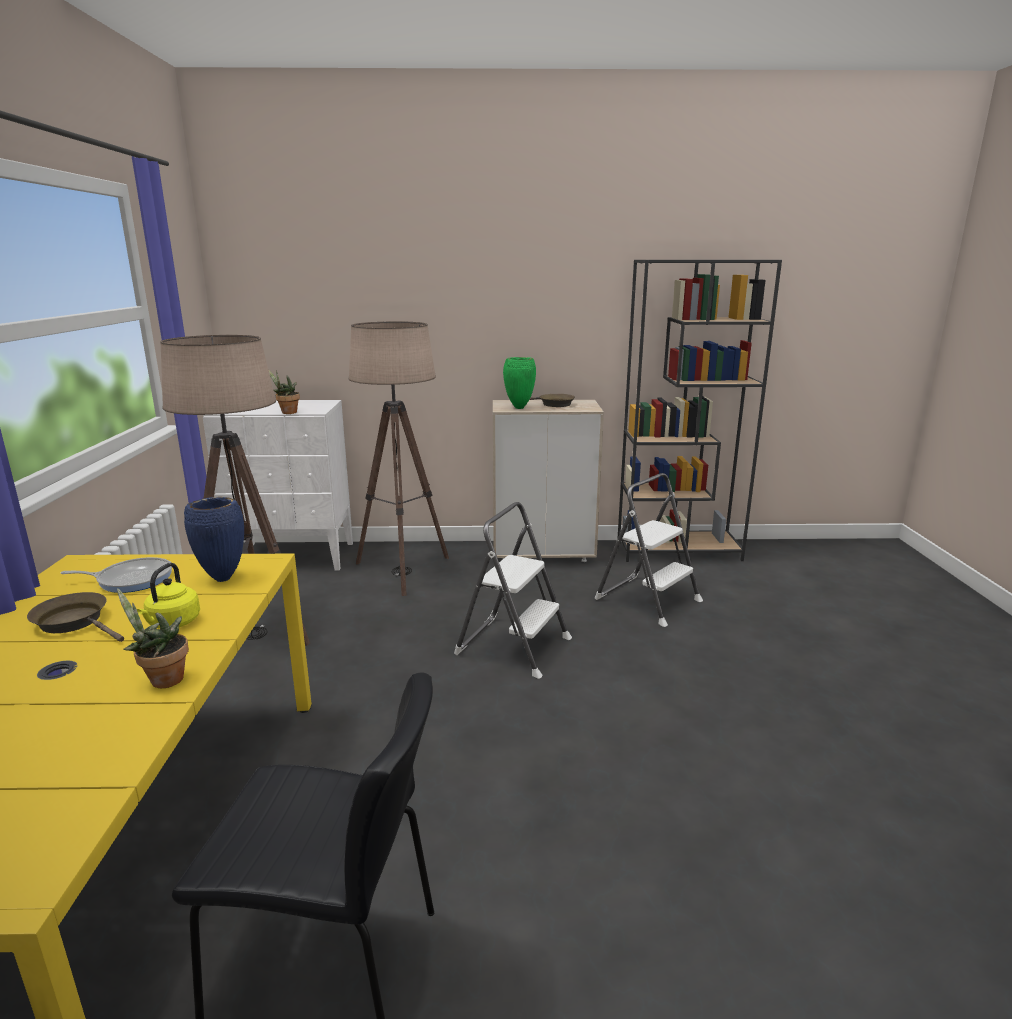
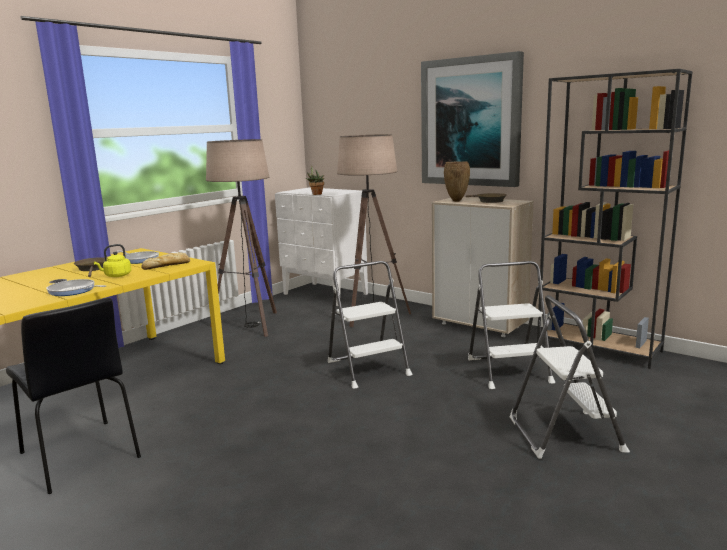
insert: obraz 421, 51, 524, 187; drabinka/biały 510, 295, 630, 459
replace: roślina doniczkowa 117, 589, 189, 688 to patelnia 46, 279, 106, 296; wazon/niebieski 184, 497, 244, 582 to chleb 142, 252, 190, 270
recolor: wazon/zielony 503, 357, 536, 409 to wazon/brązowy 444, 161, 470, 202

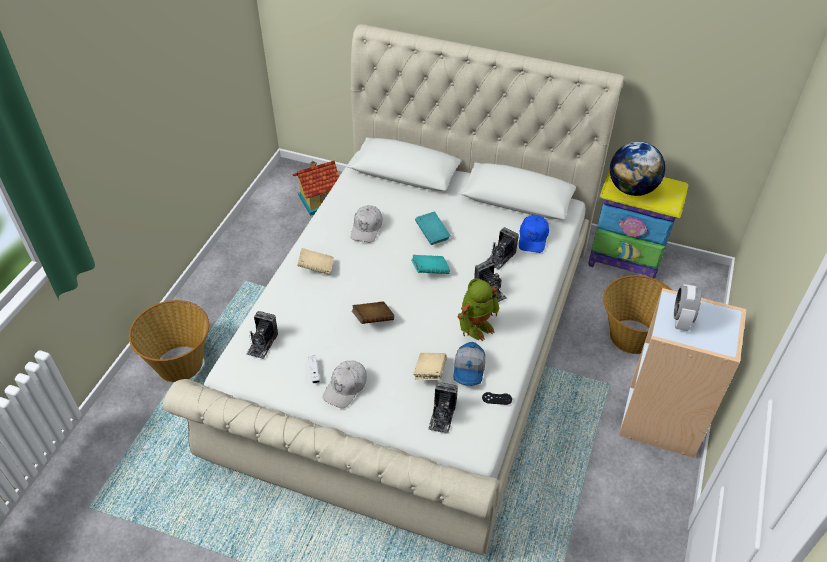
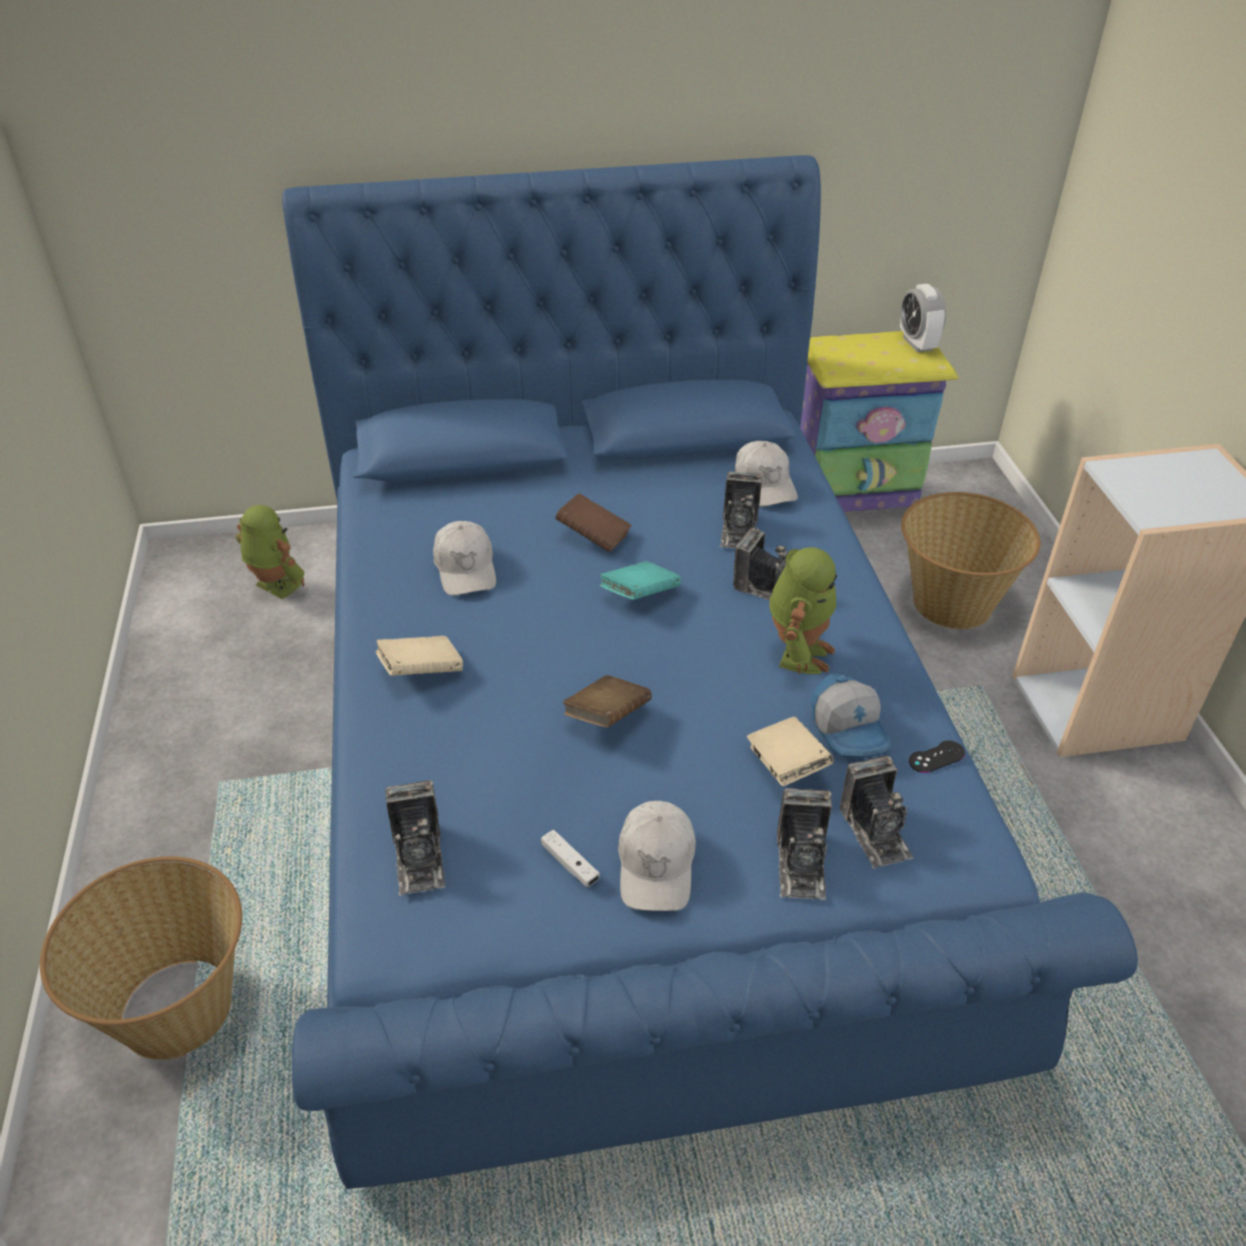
delete: globus 610, 142, 665, 196
insert: aparat fotograficzny 777, 788, 832, 900
move: budzik 674, 284, 701, 331 to 900, 284, 946, 352
replace: domek 292, 160, 339, 216 to robot zabawkowy 236, 505, 304, 599
recolor: łóżko/beżowy 163, 24, 625, 556 to łóżko/niebieski 282, 155, 1138, 1189; książka/turkusowy 415, 212, 451, 245 to książka/brązowy 555, 493, 631, 552; czapka z daszkiem/niebieski 519, 215, 549, 253 to czapka z daszkiem/biały 735, 441, 798, 507

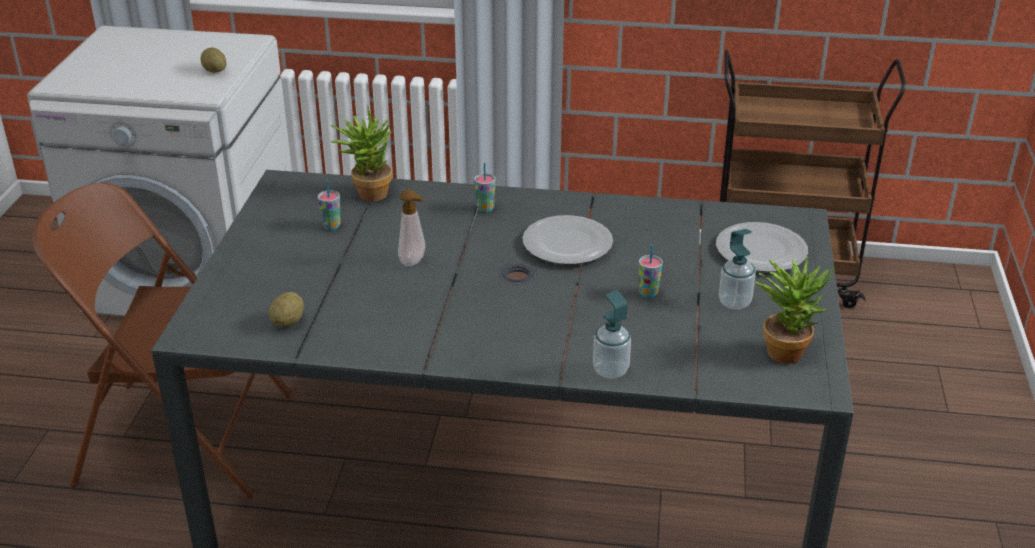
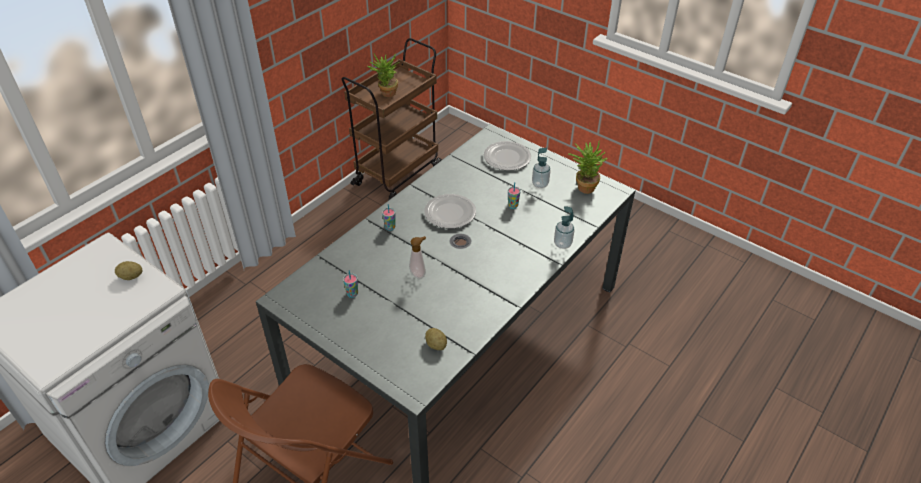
move: roślina doniczkowa 330, 106, 392, 202 to 367, 54, 400, 97

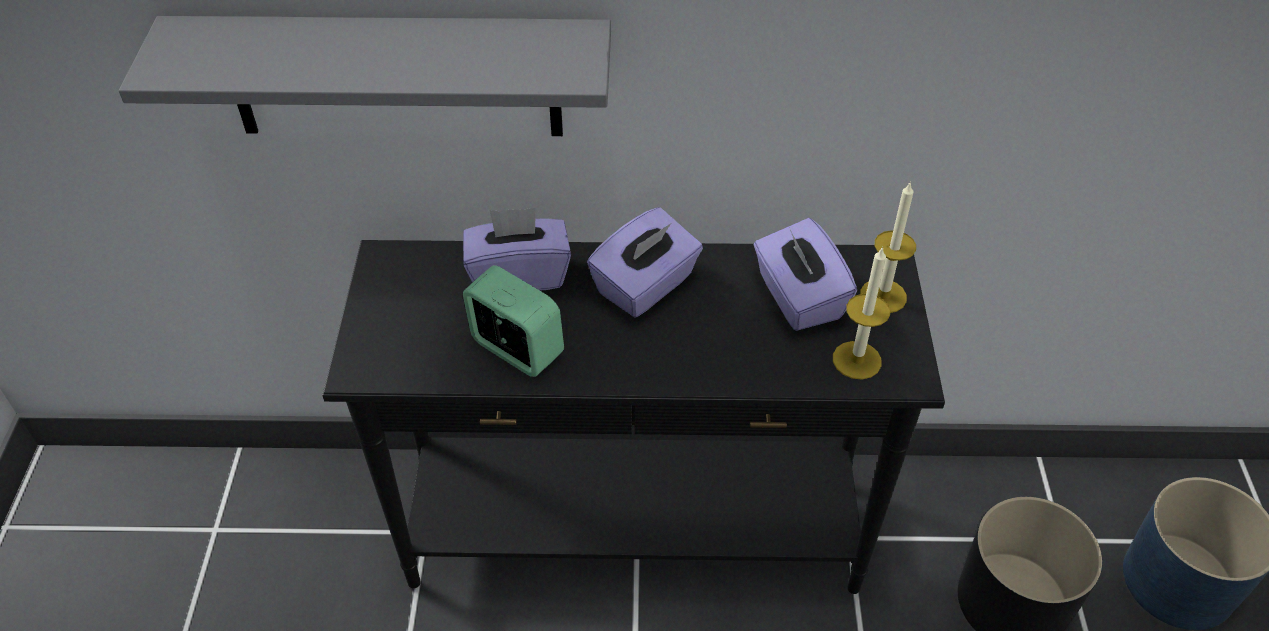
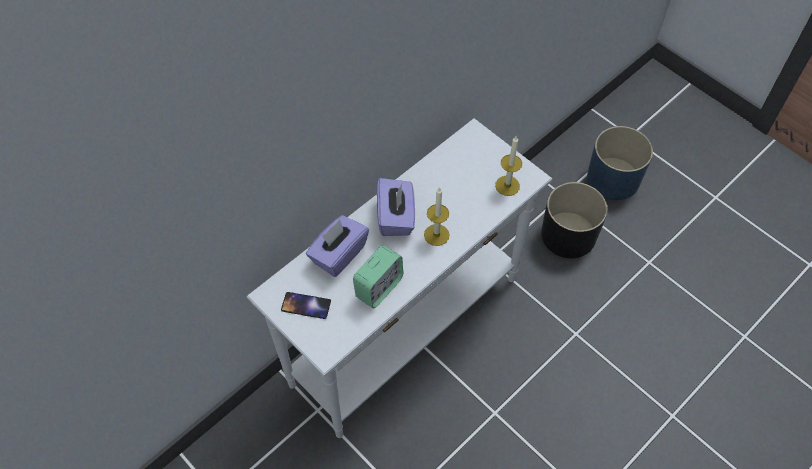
delete: półka/szary 119, 16, 611, 136; pudełko chusteczek/fioletowy 754, 218, 857, 331
insert: telefon 281, 292, 331, 319
move: świeca 860, 181, 916, 313 to 424, 187, 450, 246
recolor: stolik konsolowy/czarny 322, 240, 945, 594 to stolik konsolowy/biały 247, 118, 552, 438
rotate: budzik 463, 265, 564, 377 = 353, 245, 403, 308 135 degrees clockwise

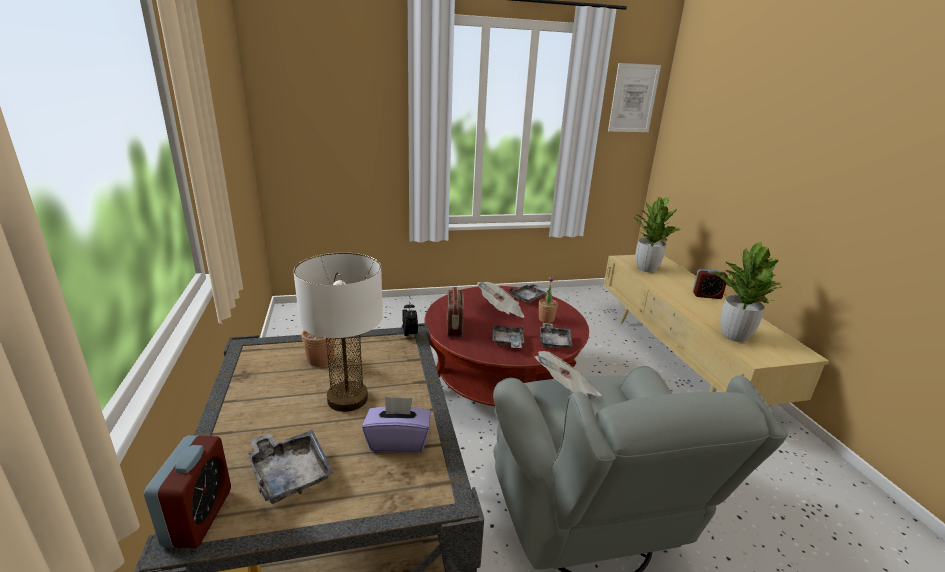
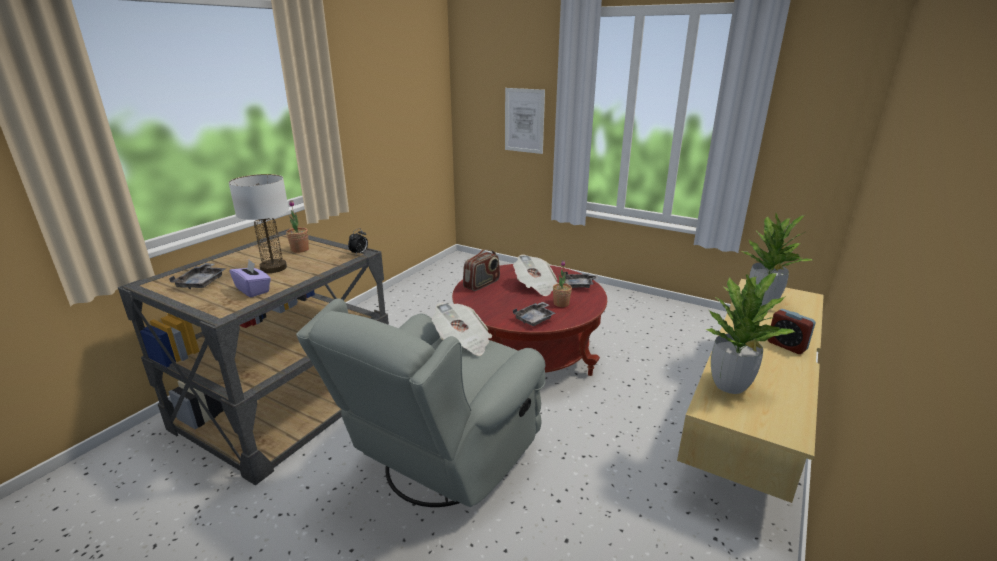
delete: budzik 144, 435, 231, 548; taca/szary 492, 325, 524, 348
move: obraz 608, 63, 661, 132 to 505, 88, 545, 154

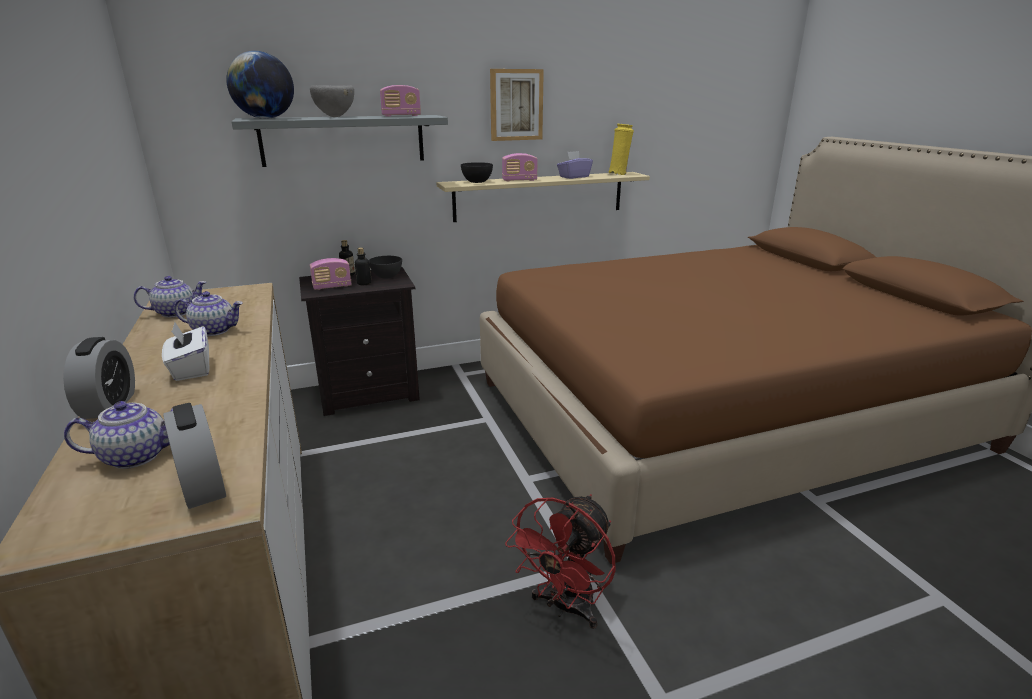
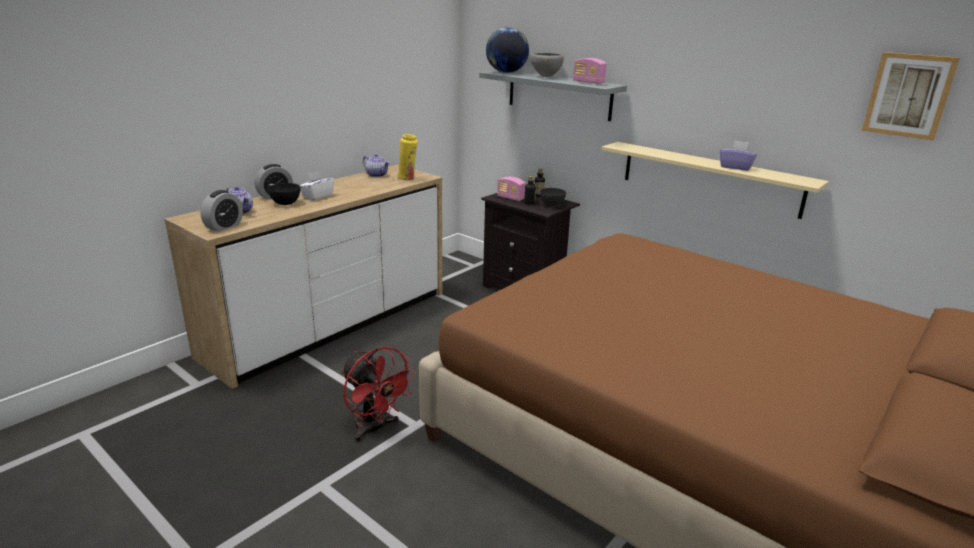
delete: imbryk 174, 291, 243, 336; radio 502, 153, 538, 181
move: miska/czarny 461, 162, 493, 183 to 268, 183, 300, 205; wazon/żółty 608, 124, 634, 175 to 397, 134, 418, 180; obraz 490, 69, 544, 141 to 862, 52, 960, 141
rotate: wentylator/czerwony 505, 494, 616, 629 = 341, 347, 416, 442 135 degrees counterclockwise

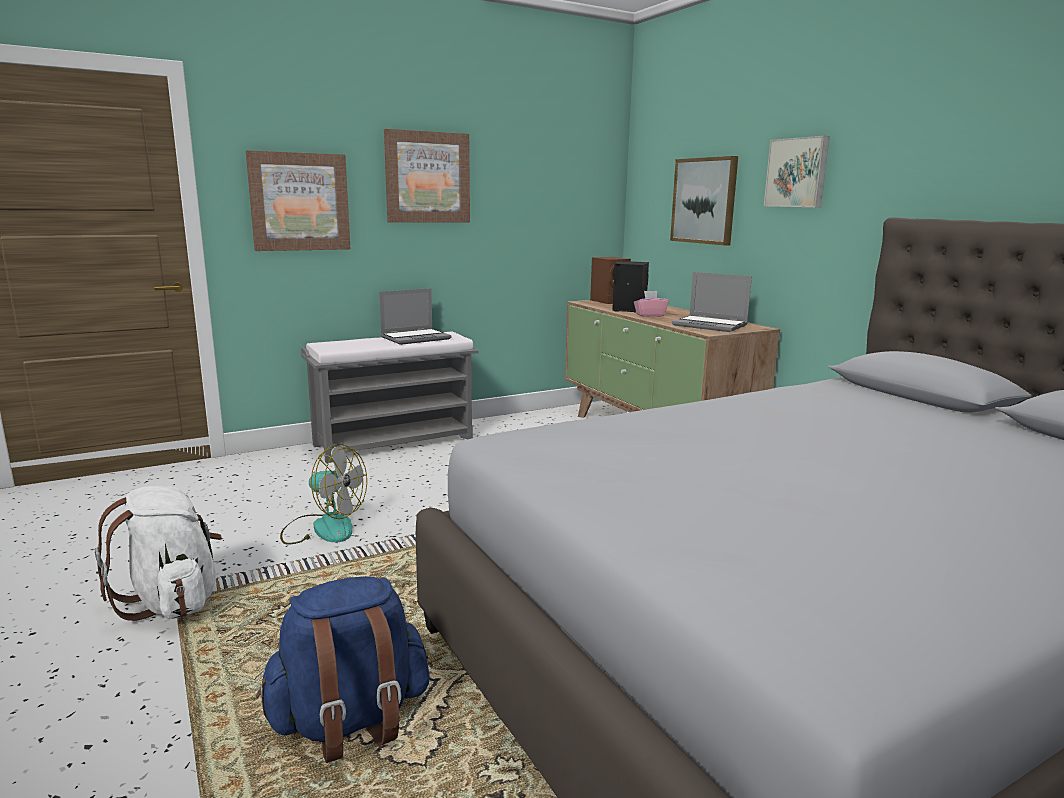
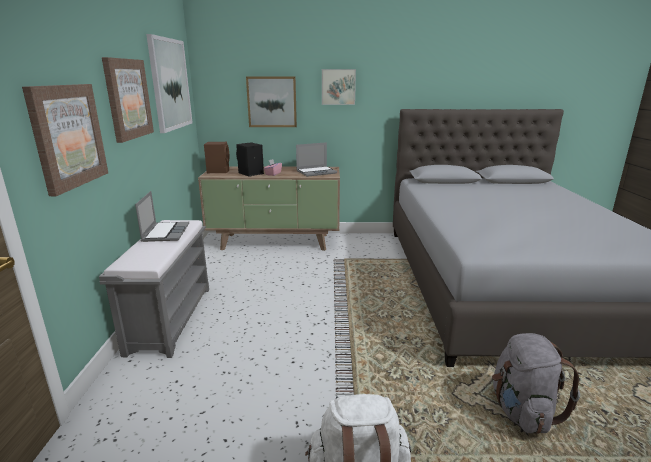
delete: wentylator 280, 444, 367, 545
insert: obraz 146, 34, 193, 133
recolor: plecak/niebieski 256, 576, 430, 763 to plecak/szary 492, 333, 580, 434

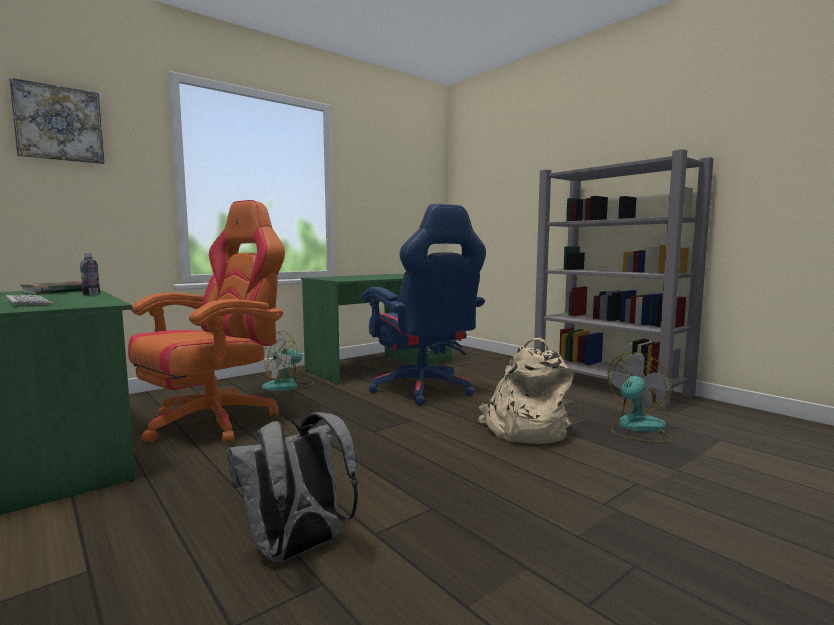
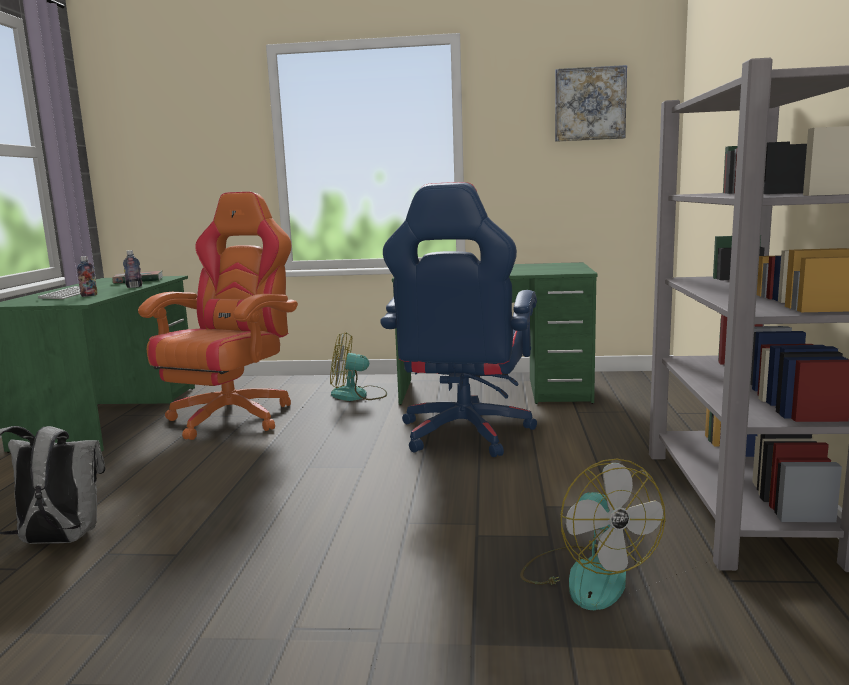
delete: plecak/beżowy 478, 338, 573, 444
insert: butelka 77, 256, 97, 297
move: obraz 9, 77, 104, 164 to 555, 65, 627, 142
rotate: krzesło biurowe/pomarańczowy 128, 200, 285, 443 = 138, 192, 298, 440 60 degrees counterclockwise; wentylator 608, 352, 675, 443 = 520, 459, 665, 610 75 degrees clockwise

